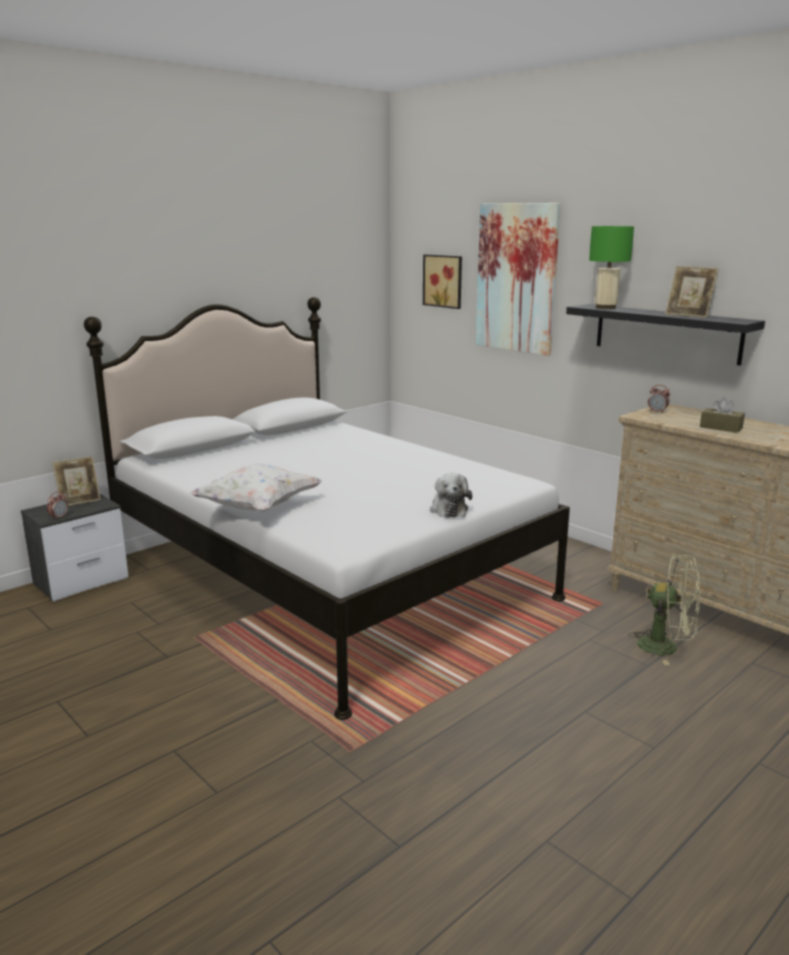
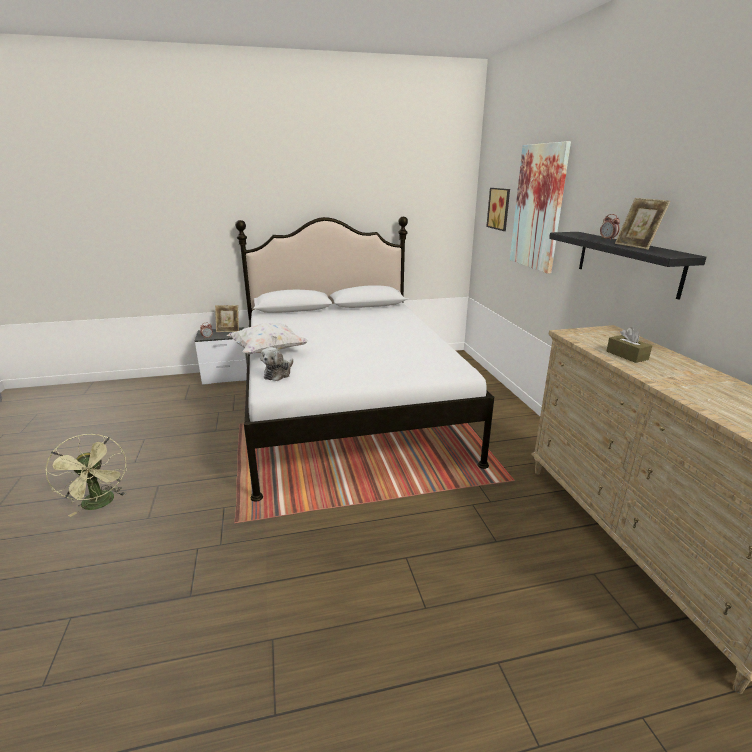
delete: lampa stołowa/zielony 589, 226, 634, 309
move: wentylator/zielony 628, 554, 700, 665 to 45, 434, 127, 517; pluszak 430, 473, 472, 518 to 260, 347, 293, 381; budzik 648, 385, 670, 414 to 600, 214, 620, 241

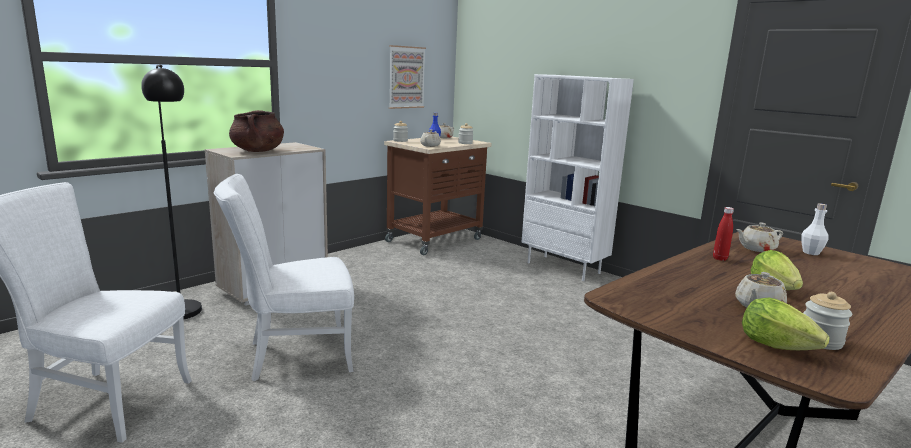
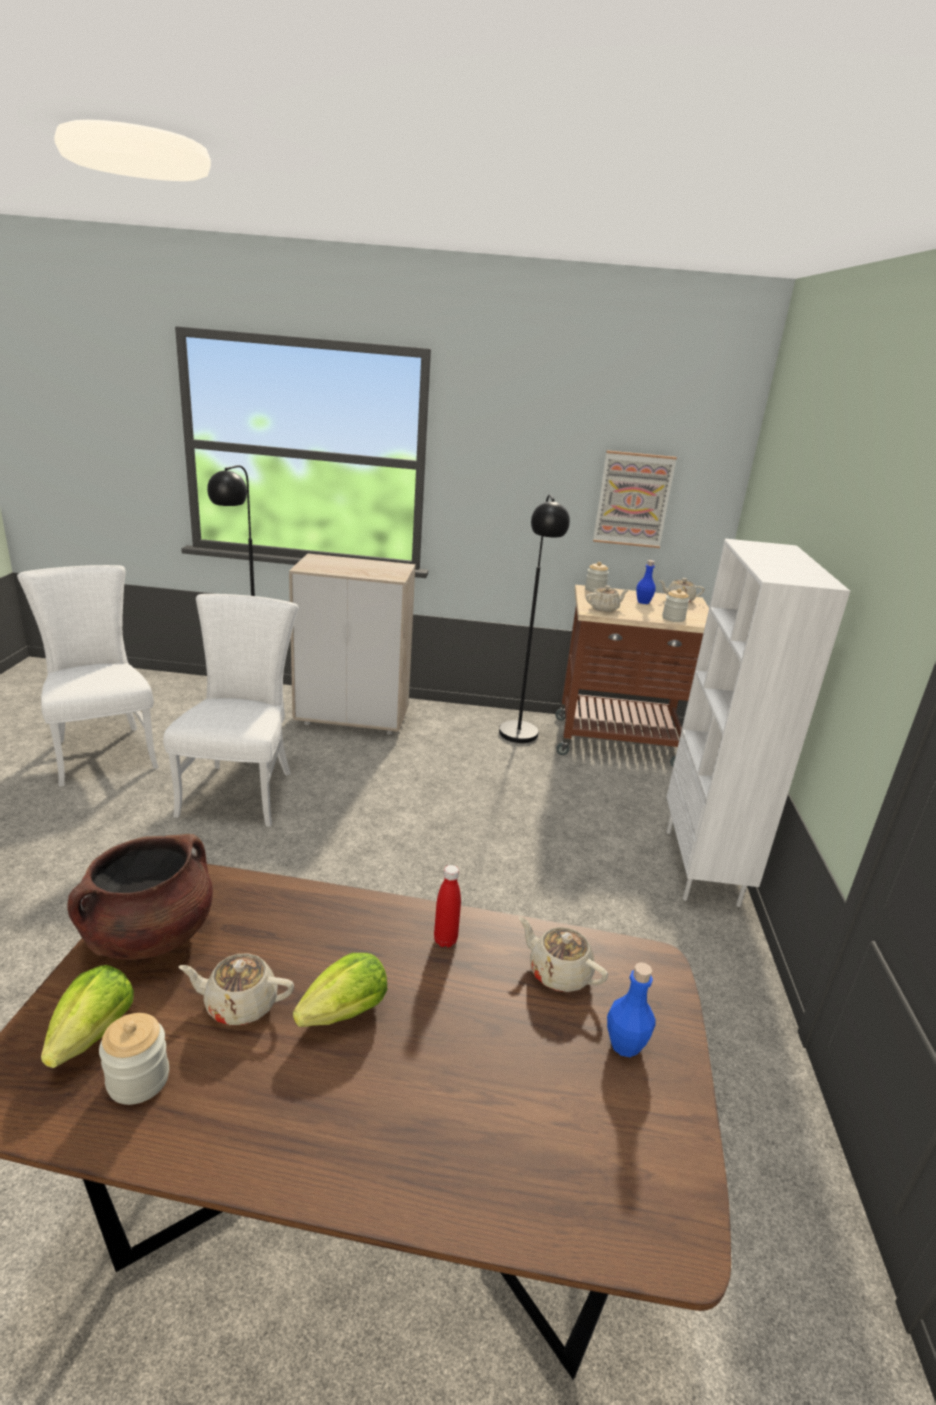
insert: lampa stojąca/czarny 499, 494, 570, 743
move: garnek/brązowy 229, 110, 284, 152 to 67, 834, 213, 960
recolor: butelka/biały 801, 203, 829, 255 to butelka/niebieski 607, 962, 656, 1057
rotate: krzesło/biały 214, 174, 354, 381 = 163, 594, 299, 827 60 degrees clockwise

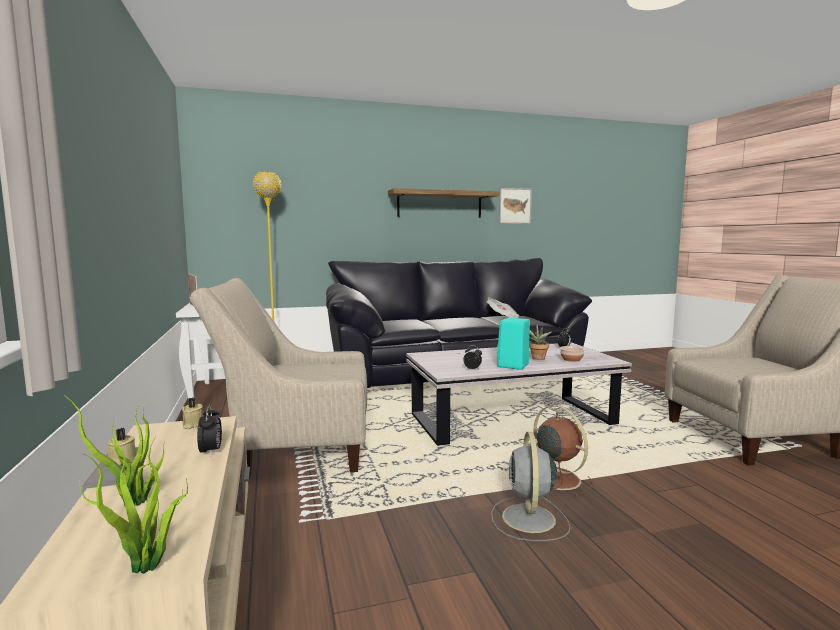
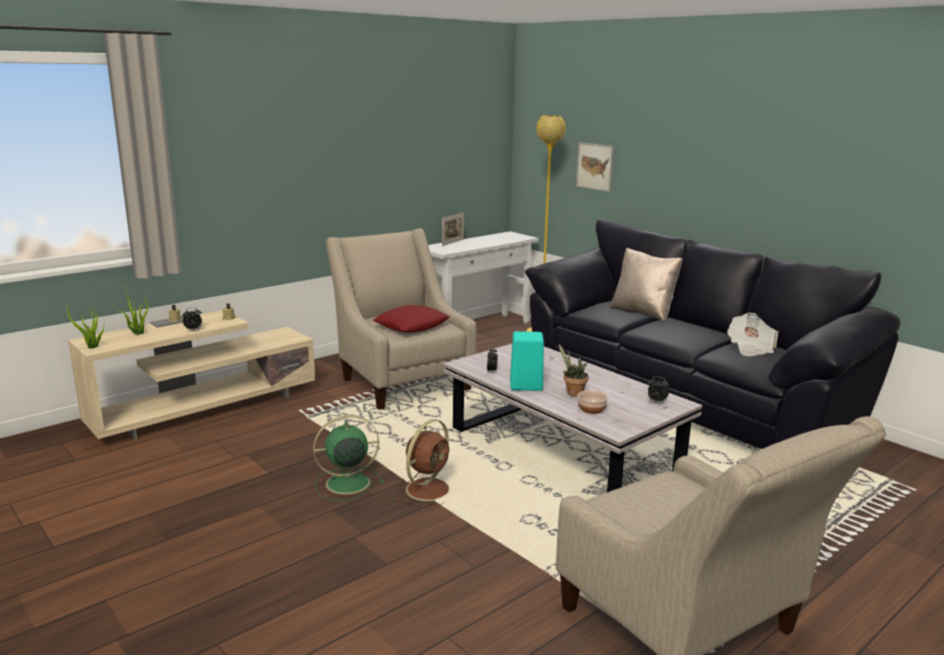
delete: półka 388, 188, 499, 218
insert: poduszka/czerwony 373, 305, 450, 333; poduszka/beżowy 610, 247, 683, 322
move: obraz 499, 188, 532, 224 to 576, 142, 614, 192
recolor: wentylator/szary 491, 432, 570, 541 to wentylator/zielony 313, 415, 384, 501

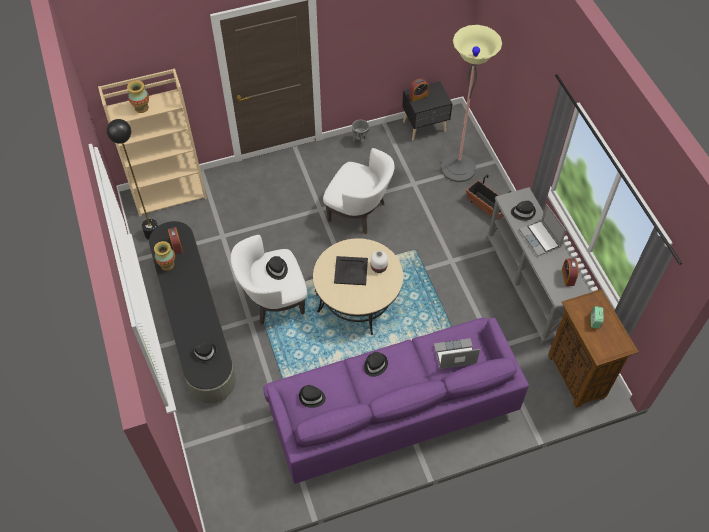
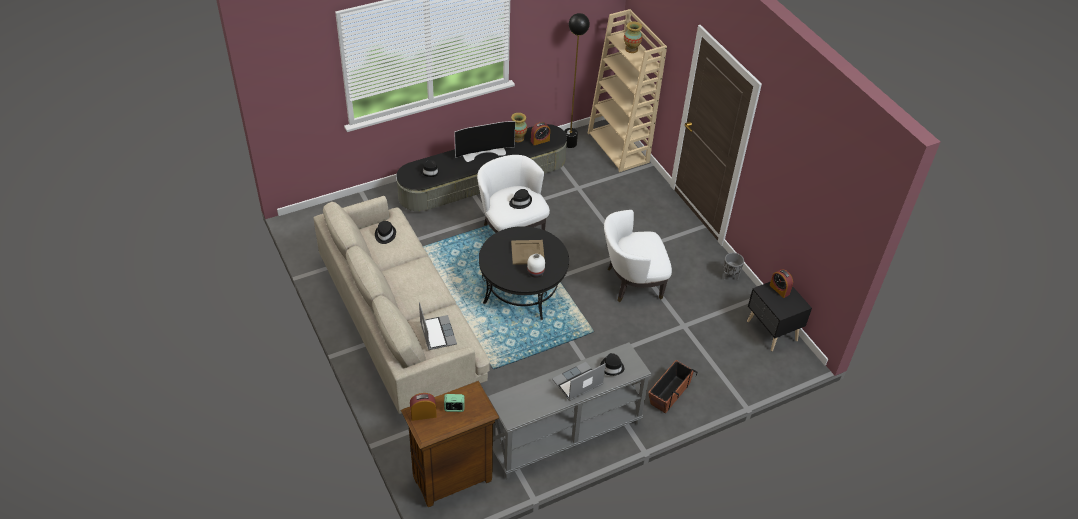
delete: kapelusz/czarny 364, 352, 388, 377; lampa stojąca 441, 25, 502, 182
insert: telewizor 455, 121, 515, 162
move: budzik 562, 258, 578, 286 to 410, 393, 437, 421
recolor: kanapa/fioletowy 263, 317, 529, 484 to kanapa/beżowy 313, 196, 490, 414; ława/beżowy 313, 238, 403, 335 to ława/czarny 479, 226, 569, 320; taca/czarny 334, 256, 368, 285 to taca/beżowy 511, 240, 544, 265
rotate: fotel/biały 323, 148, 395, 234 = 604, 210, 672, 302 60 degrees clockwise

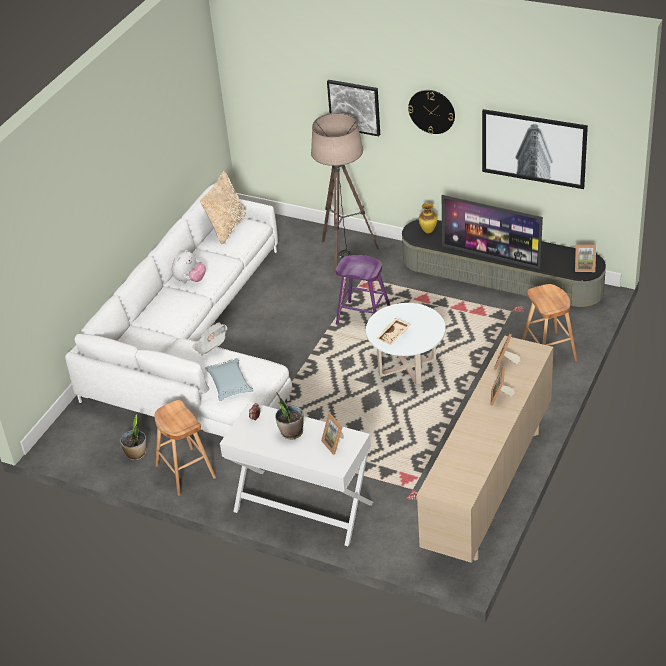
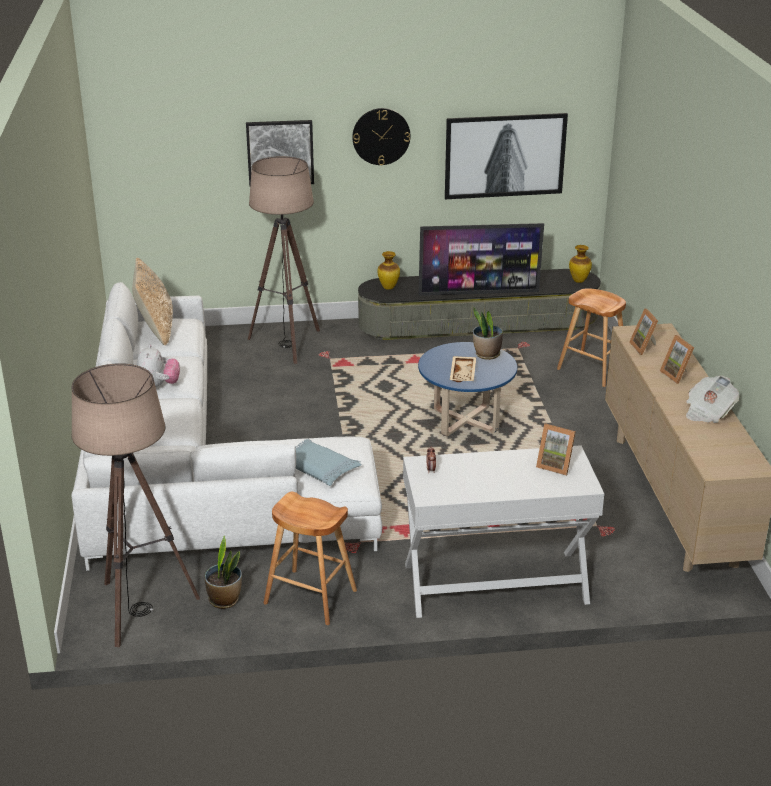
delete: stołek/fioletowy 336, 255, 390, 325
insert: lampa stojąca 72, 363, 200, 647
move: roślina doniczkowa 275, 392, 304, 440 to 473, 308, 503, 360; gazeta 193, 323, 227, 356 to 686, 376, 739, 423
replace: ramka na zdjęcie 575, 244, 596, 272 to wazon 569, 245, 592, 283
recolor: ława/biały 366, 303, 446, 385 to ława/niebieski 418, 342, 517, 436

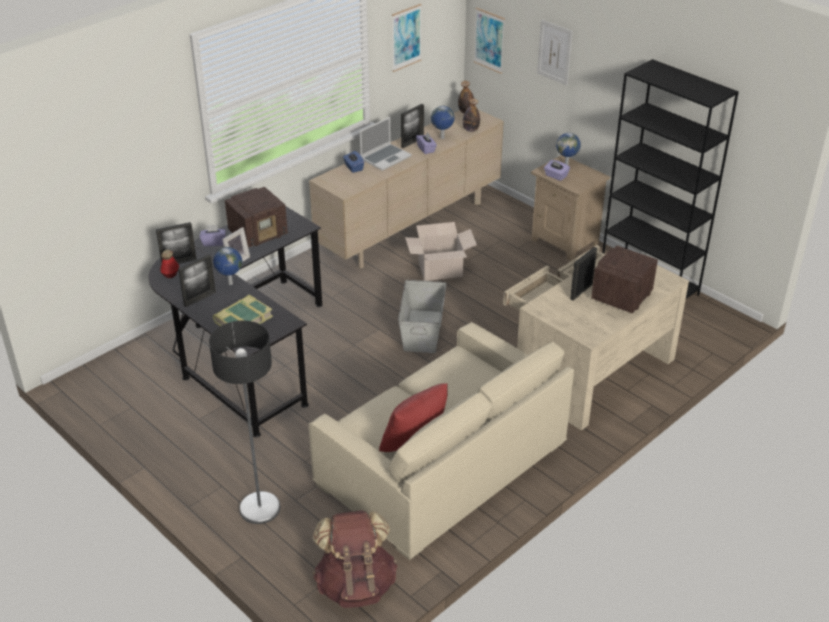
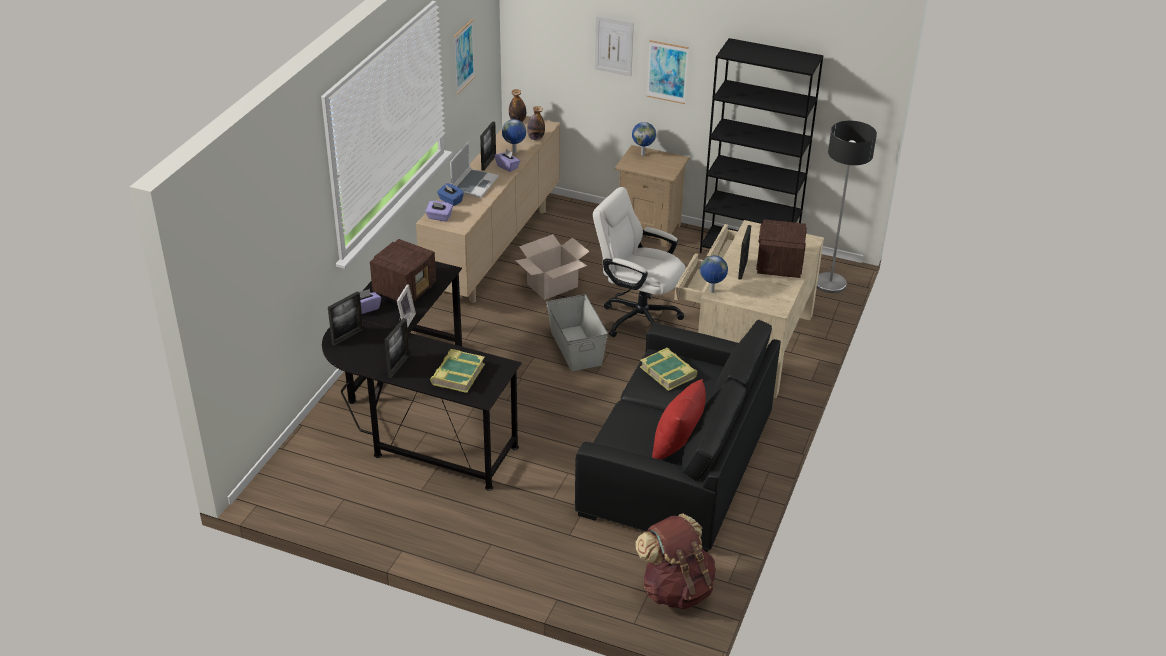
delete: butelka 160, 250, 179, 278
insert: krzesło biurowe/biały 593, 187, 686, 337; książka 640, 348, 697, 391
move: pudełko chusteczek/fioletowy 544, 160, 570, 181 to 425, 201, 453, 222; obraz 474, 8, 505, 74 to 647, 40, 689, 104; globus 213, 247, 242, 285 to 700, 255, 728, 293; lampa stojąca 209, 321, 280, 524 to 817, 121, 877, 293
recolor: kanapa/beżowy 309, 322, 574, 560 to kanapa/czarny 575, 320, 781, 553

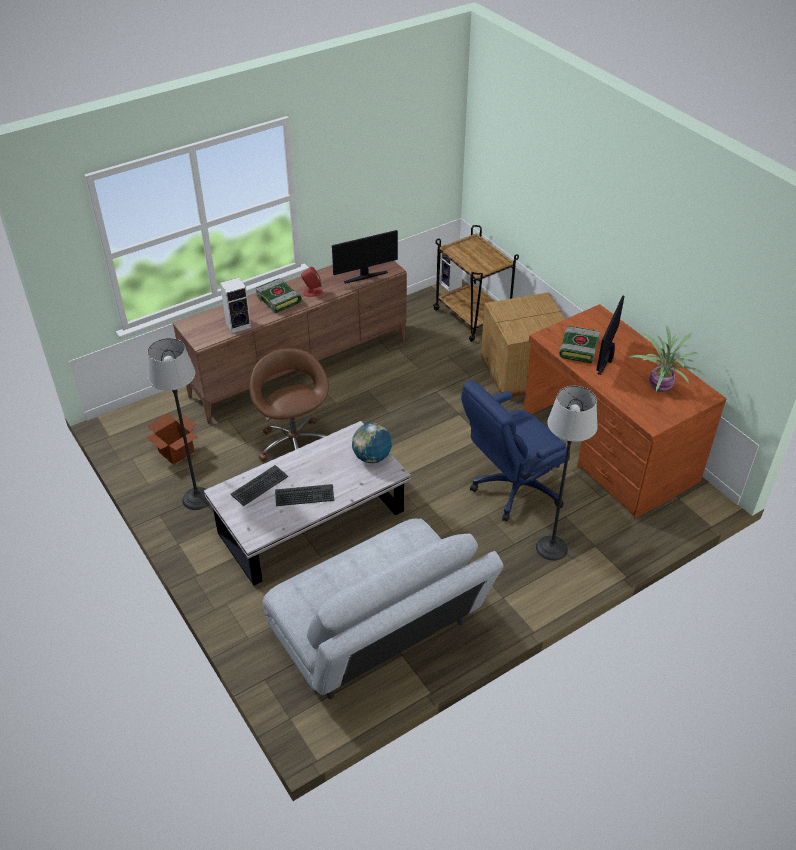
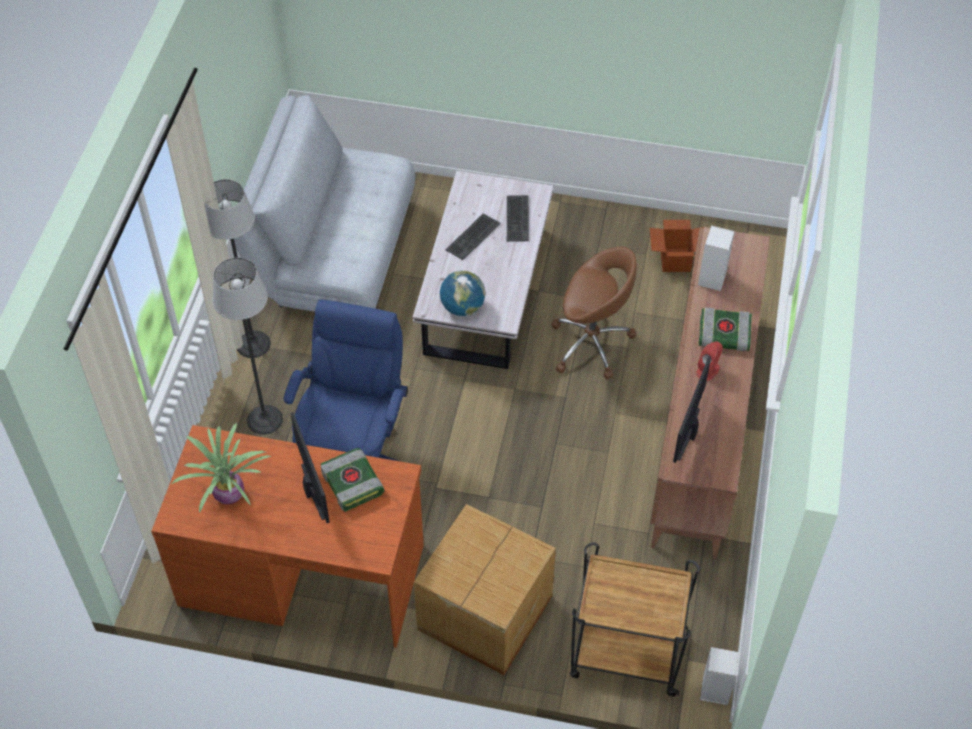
move: lampa stojąca 147, 338, 210, 510 to 204, 179, 271, 358

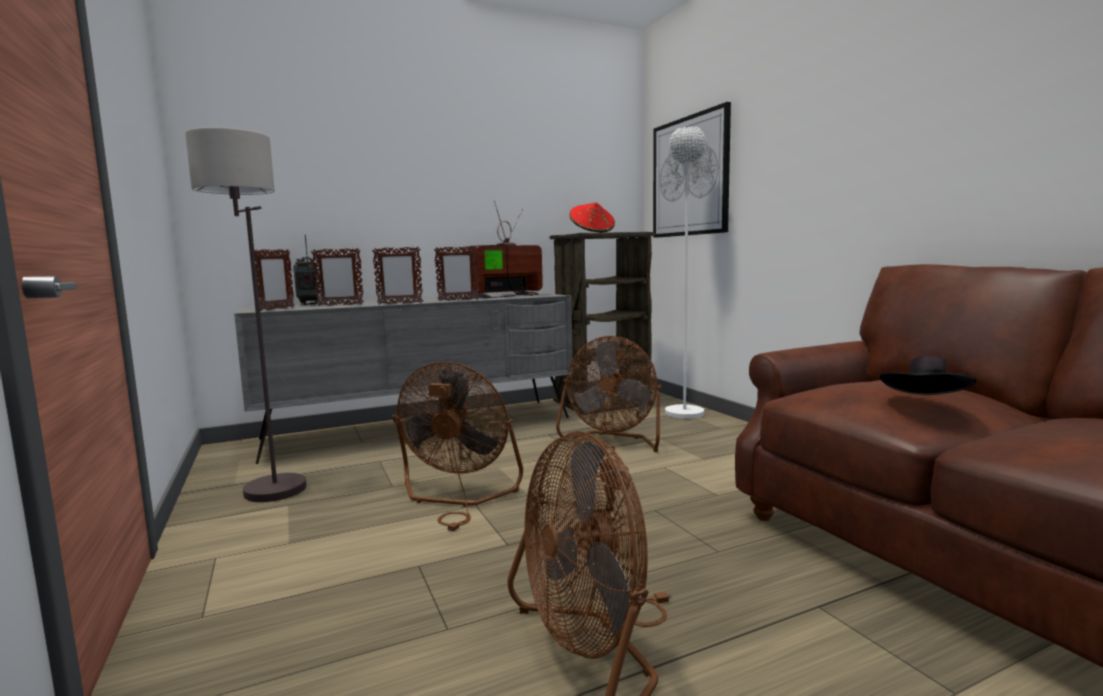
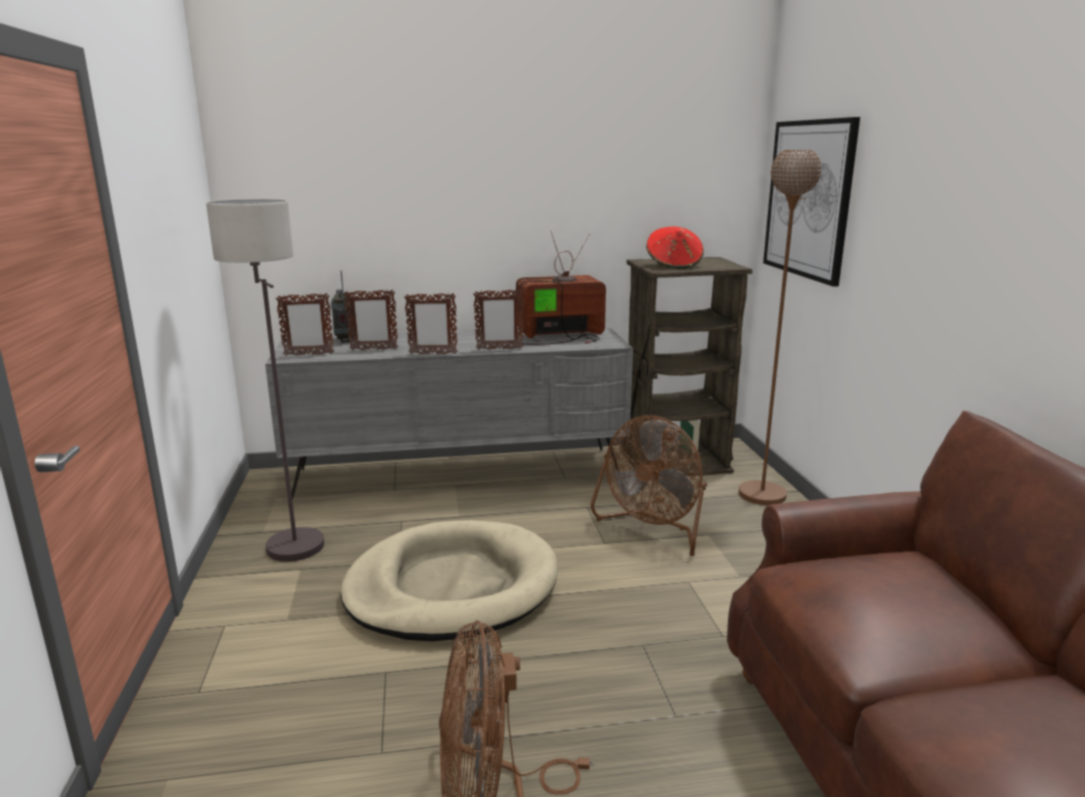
delete: kapelusz/czarny 880, 356, 977, 395
replace: wentylator/brązowy 392, 362, 523, 532 to legowisko/beżowy 341, 520, 558, 641
recolor: lampa stojąca/biały 665, 127, 707, 419 to lampa stojąca/brązowy 739, 150, 821, 505
rotate: ramka na zdjęcie 254, 249, 295, 311 = 276, 293, 334, 356 45 degrees clockwise

